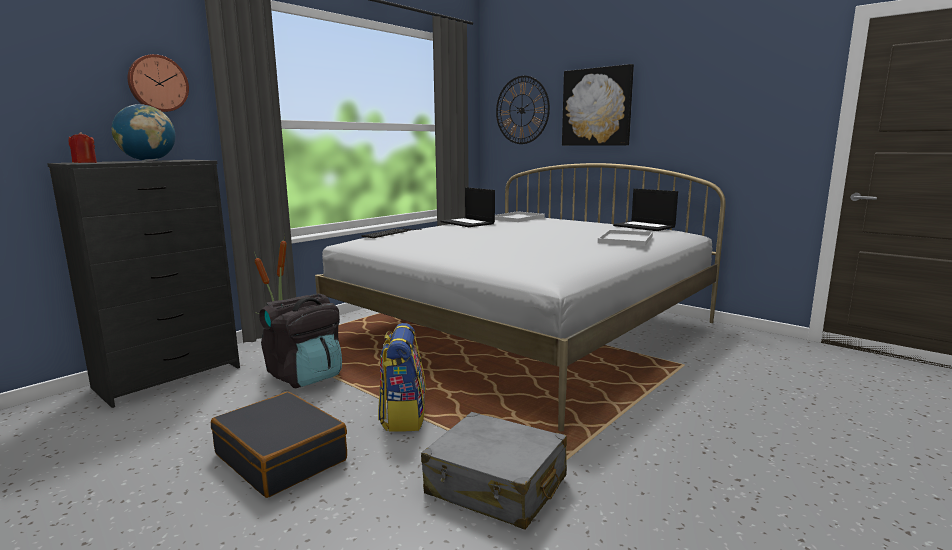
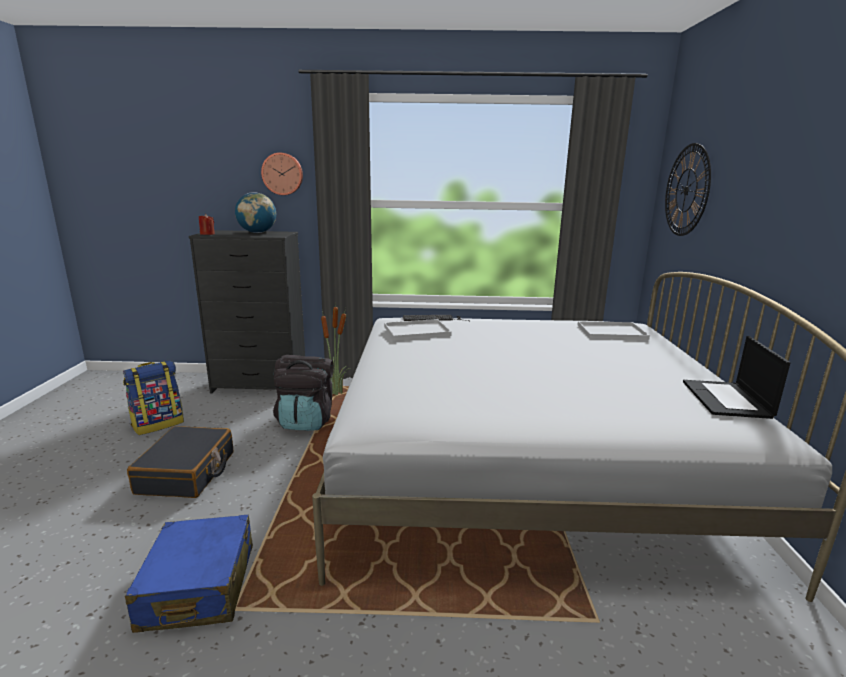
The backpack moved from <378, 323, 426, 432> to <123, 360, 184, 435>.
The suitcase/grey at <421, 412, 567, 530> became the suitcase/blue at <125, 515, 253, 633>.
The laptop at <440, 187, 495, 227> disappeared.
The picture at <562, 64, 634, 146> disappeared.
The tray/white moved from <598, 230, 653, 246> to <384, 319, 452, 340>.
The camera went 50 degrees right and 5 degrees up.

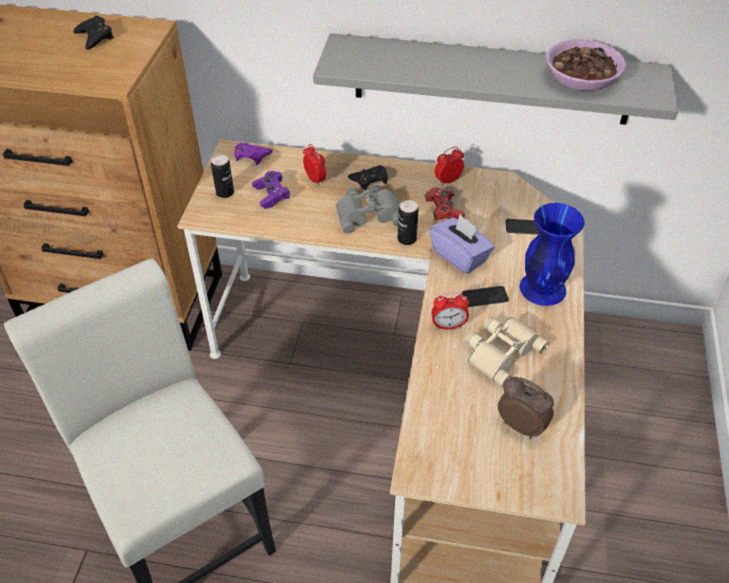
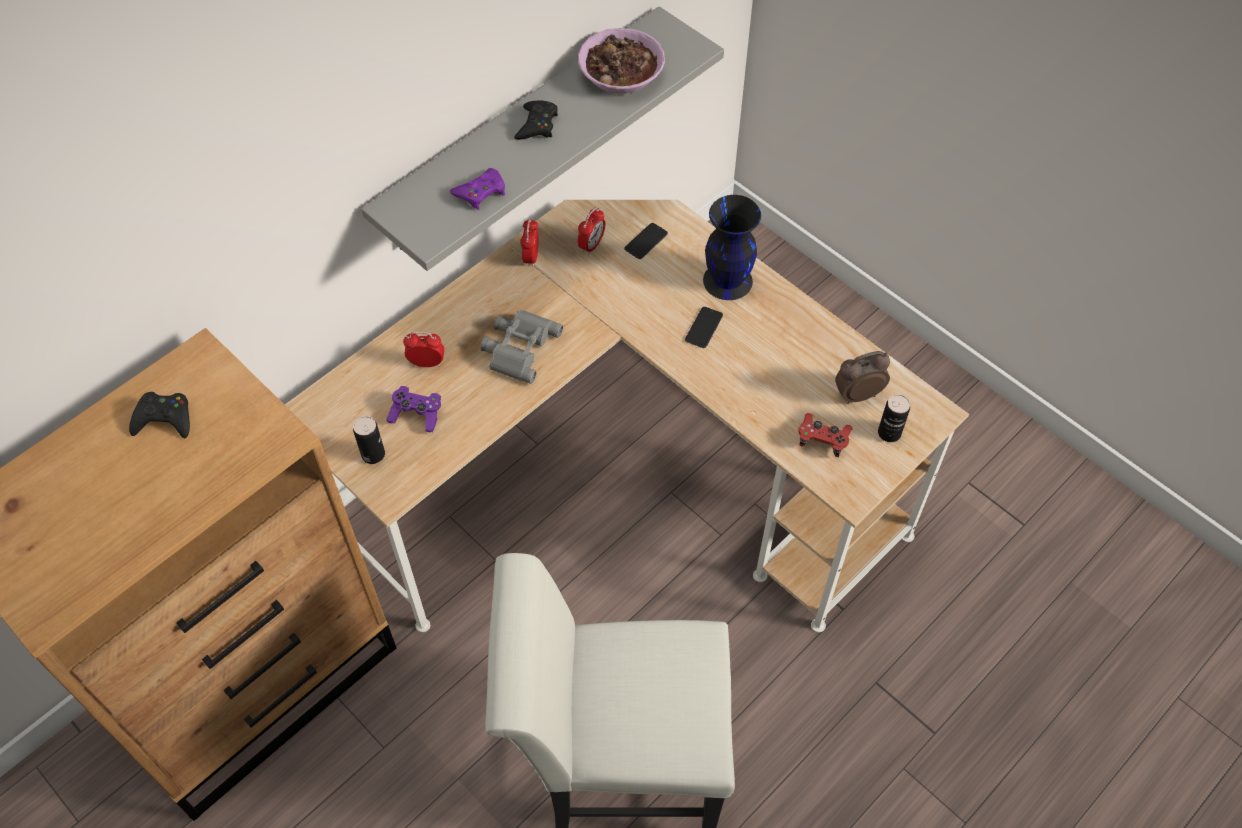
The game controller/purple moved from <234, 143, 273, 165> to <450, 168, 505, 210>.
The game controller/black moved from <348, 165, 388, 190> to <514, 101, 558, 140>.
The can moved from <398, 200, 419, 245> to <878, 394, 910, 442>.
The game controller/red moved from <425, 187, 465, 220> to <798, 413, 853, 457>.
The tissue box/purple at <429, 214, 495, 274> disappeared.
The alarm clock moved from <432, 292, 469, 330> to <578, 207, 605, 255>.
The binoculars/beige at <465, 316, 549, 387> disappeared.
The vase/blue at <520, 203, 584, 306> became the vase/black at <703, 195, 761, 300>.
The camera went 55 degrees left and 10 degrees up.

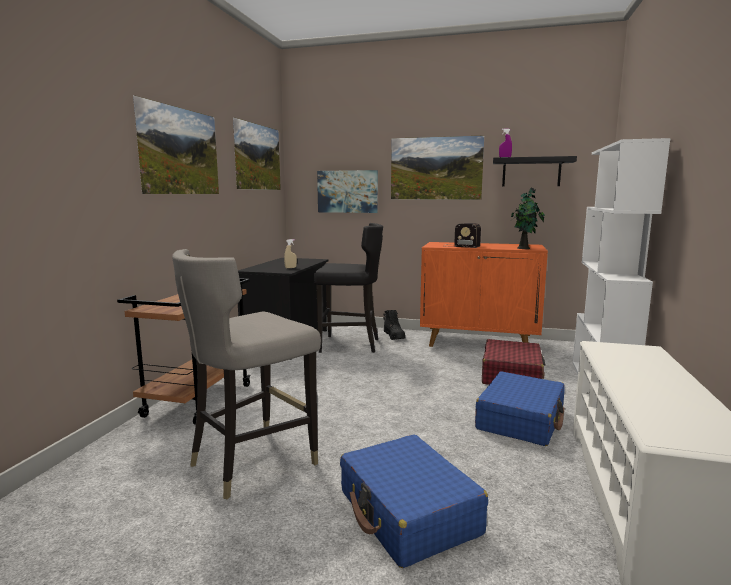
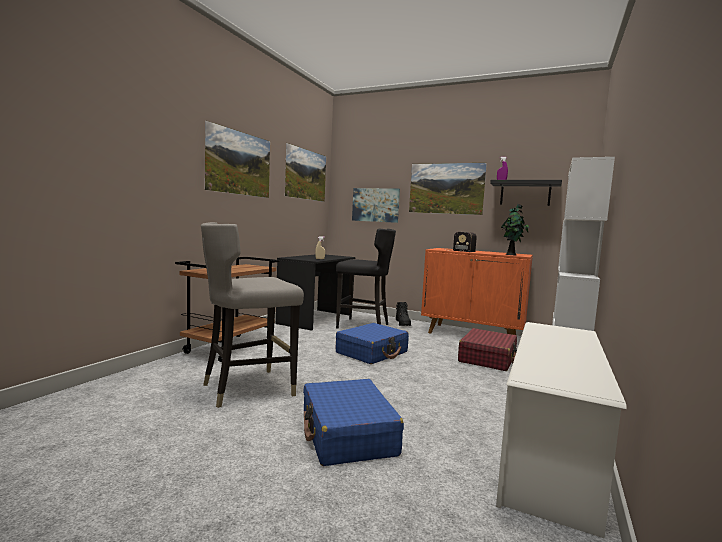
The suitcase/blue moved from <475, 371, 565, 446> to <336, 323, 409, 364>.
The camera went 10 degrees right and 5 degrees down.

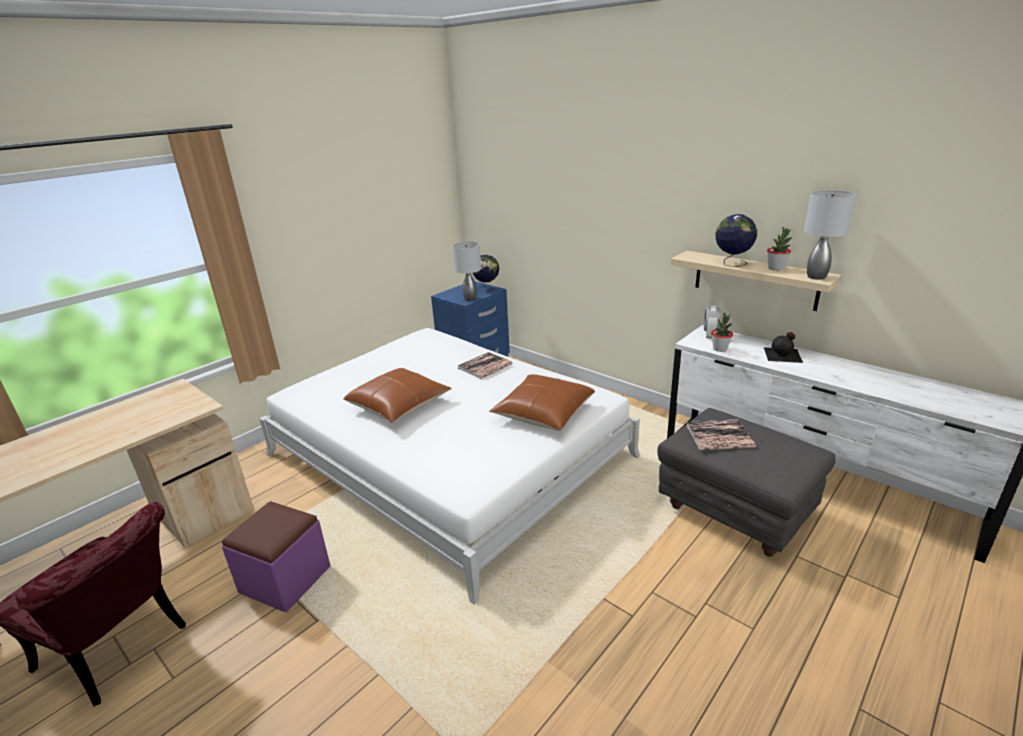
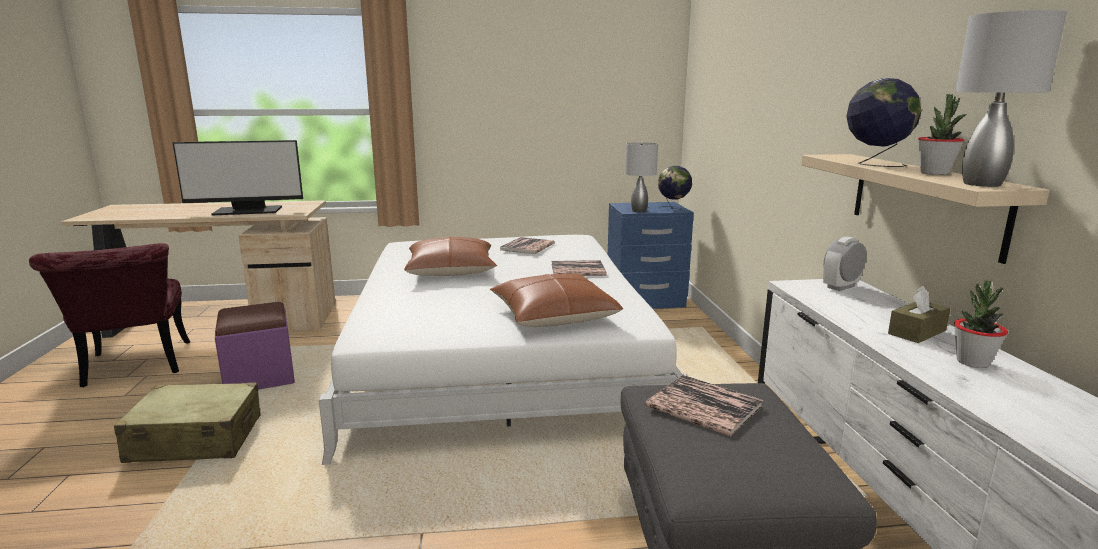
The potted plant moved from <711, 313, 733, 352> to <954, 281, 1008, 368>.
The bottle/black at <764, 332, 803, 363> was replaced by the tissue box/brown at <888, 285, 950, 343>.
The suitcase/beige at <114, 382, 260, 463> appeared.
The monitor at <172, 140, 303, 215> appeared.
The book at <500, 237, 555, 254> appeared.
The camera went 40 degrees right and 10 degrees down.

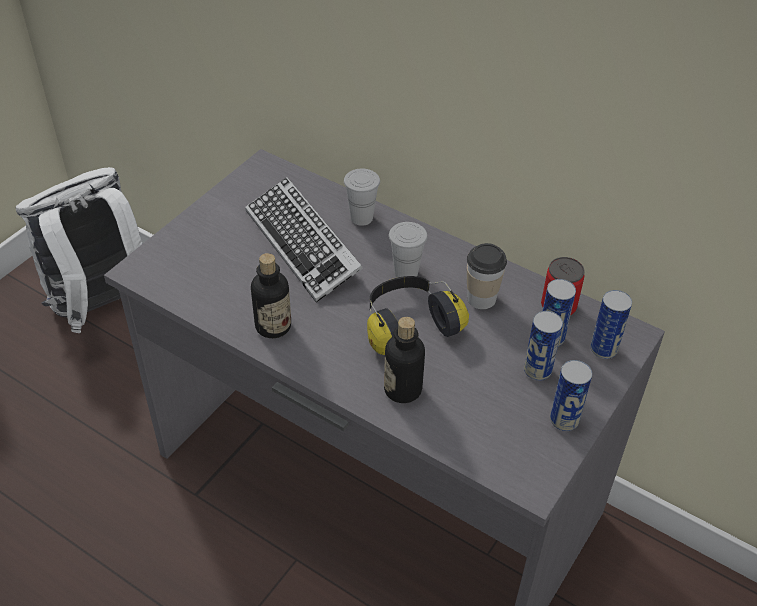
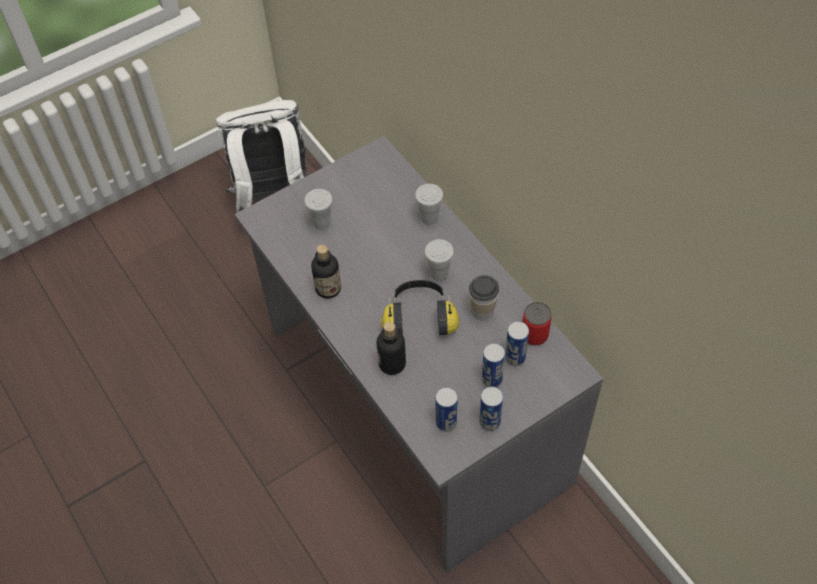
The keyboard at <245, 177, 363, 303> disappeared.
The can moved from <590, 290, 632, 359> to <436, 387, 458, 432>.
The cup/white at <305, 189, 333, 230> appeared.
The camera went 25 degrees right and 10 degrees up.

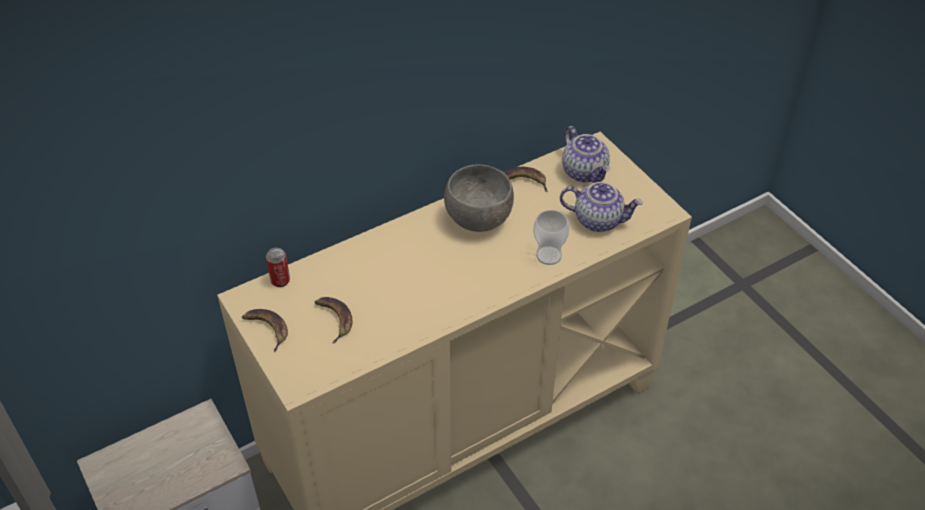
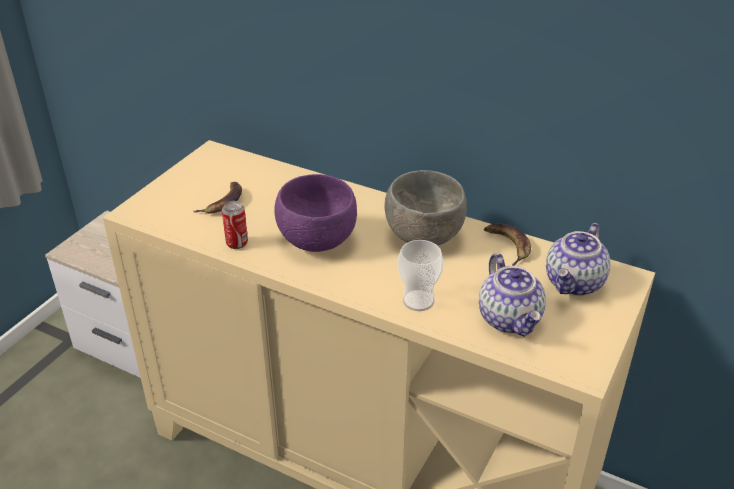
The banana at <242, 309, 288, 352> disappeared.
The can moved from <266, 248, 290, 287> to <222, 201, 248, 249>.
The bowl/purple at <274, 174, 357, 252> appeared.
The camera went 60 degrees right and 10 degrees down.

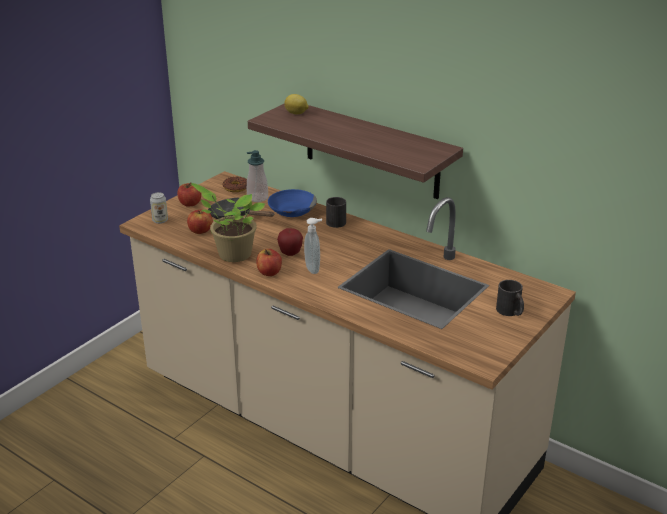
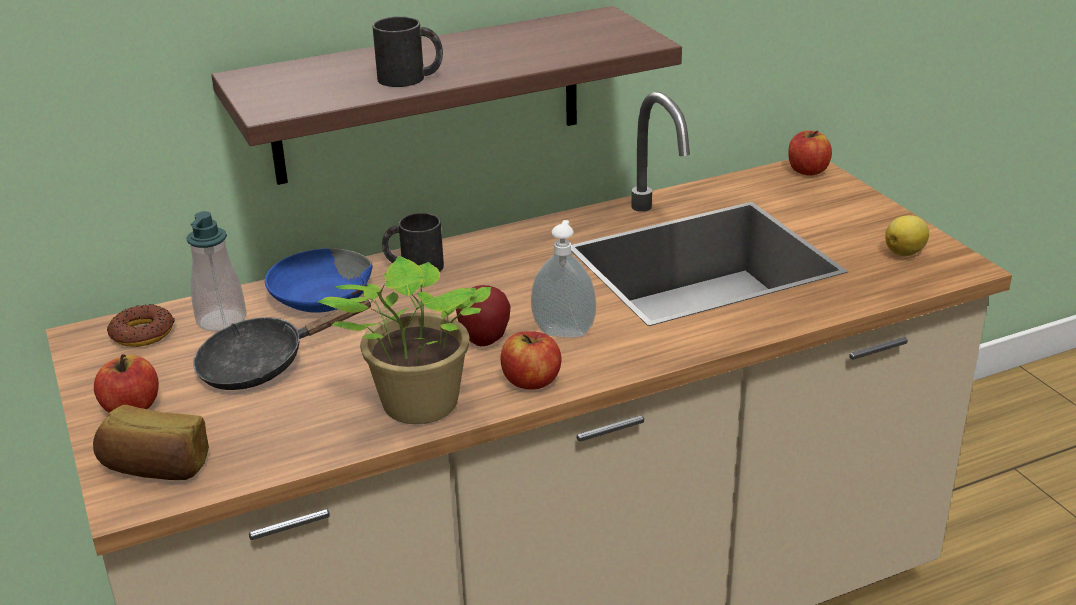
The can at <150, 192, 168, 224> was replaced by the bread at <93, 405, 209, 480>.
The apple moved from <187, 209, 213, 234> to <788, 131, 832, 176>.
The lemon moved from <284, 94, 309, 114> to <885, 215, 929, 256>.
The mug/black moved from <496, 280, 524, 316> to <372, 16, 443, 87>.
The camera went 60 degrees left and 0 degrees up.

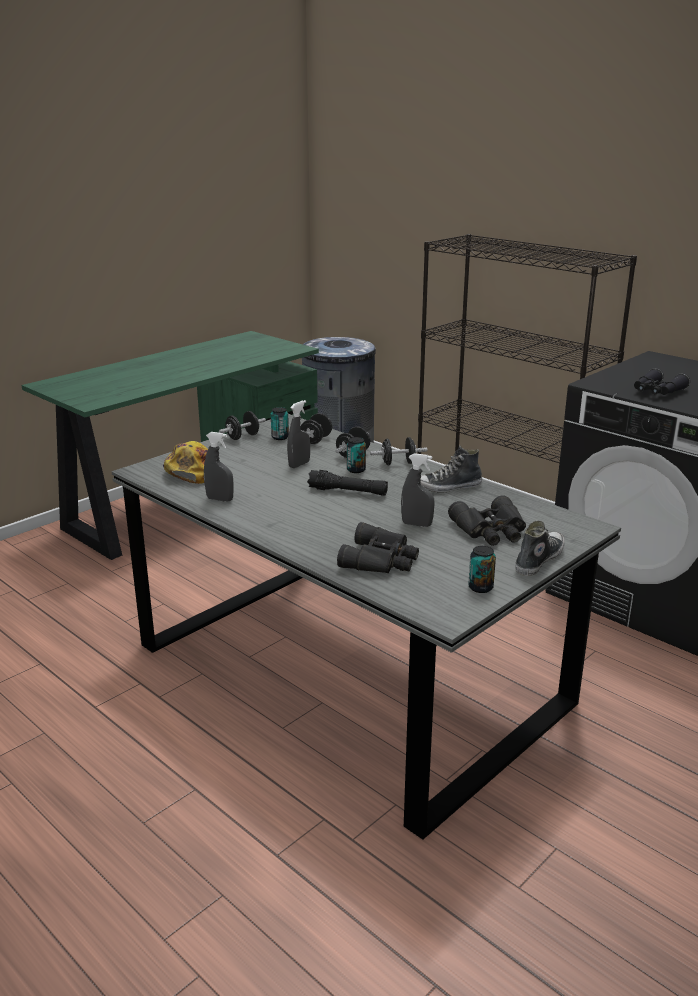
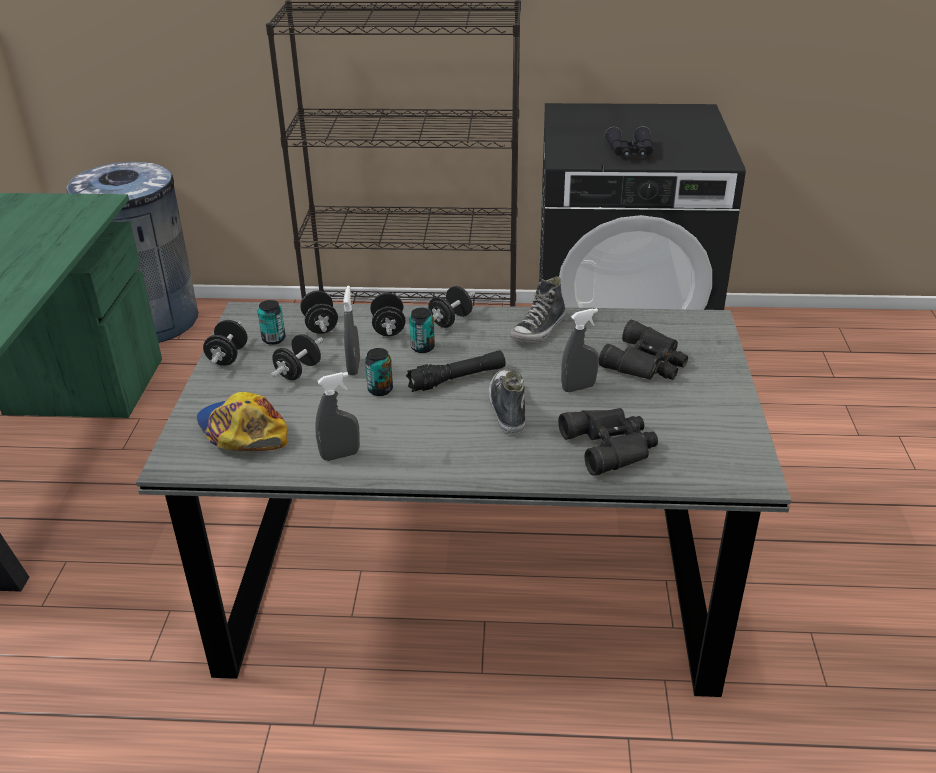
The can moved from <468, 546, 496, 593> to <365, 348, 393, 396>.
The shoe moved from <515, 521, 565, 576> to <489, 369, 525, 434>.
The dumbbell/black at <270, 334, 323, 380> appeared.
The camera went 40 degrees left and 10 degrees up.

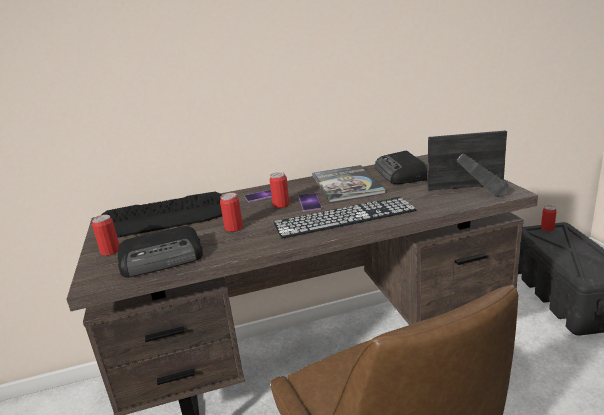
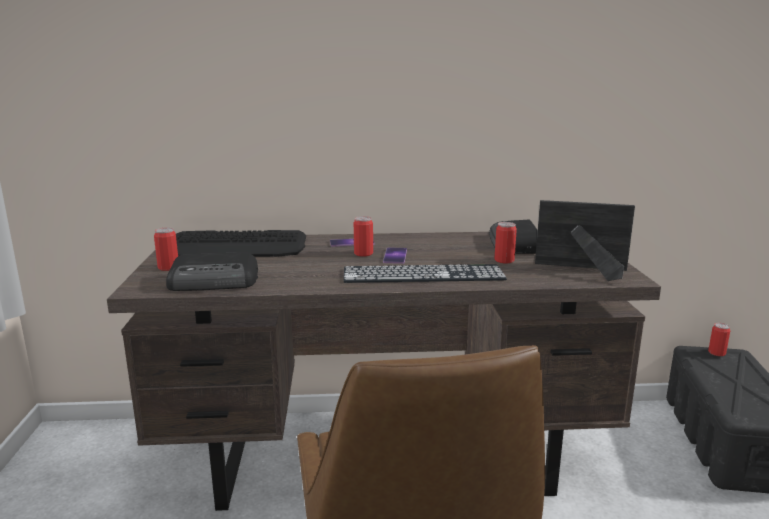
The can moved from <220, 193, 243, 232> to <494, 222, 517, 264>.
The book at <312, 165, 386, 203> disappeared.
The camera went 10 degrees right and 5 degrees down.

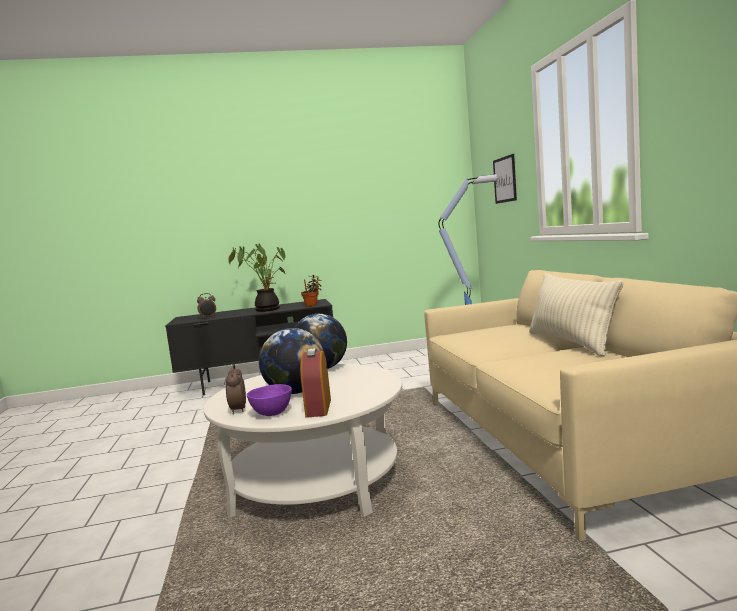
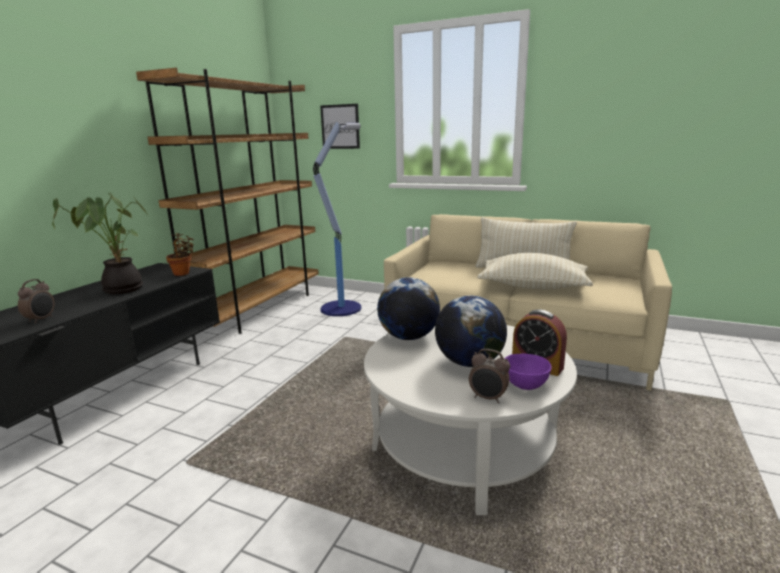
The bookcase/brown at <136, 68, 319, 334> appeared.
The pillow/beige at <477, 253, 593, 289> appeared.
The camera went 55 degrees left and 10 degrees up.

